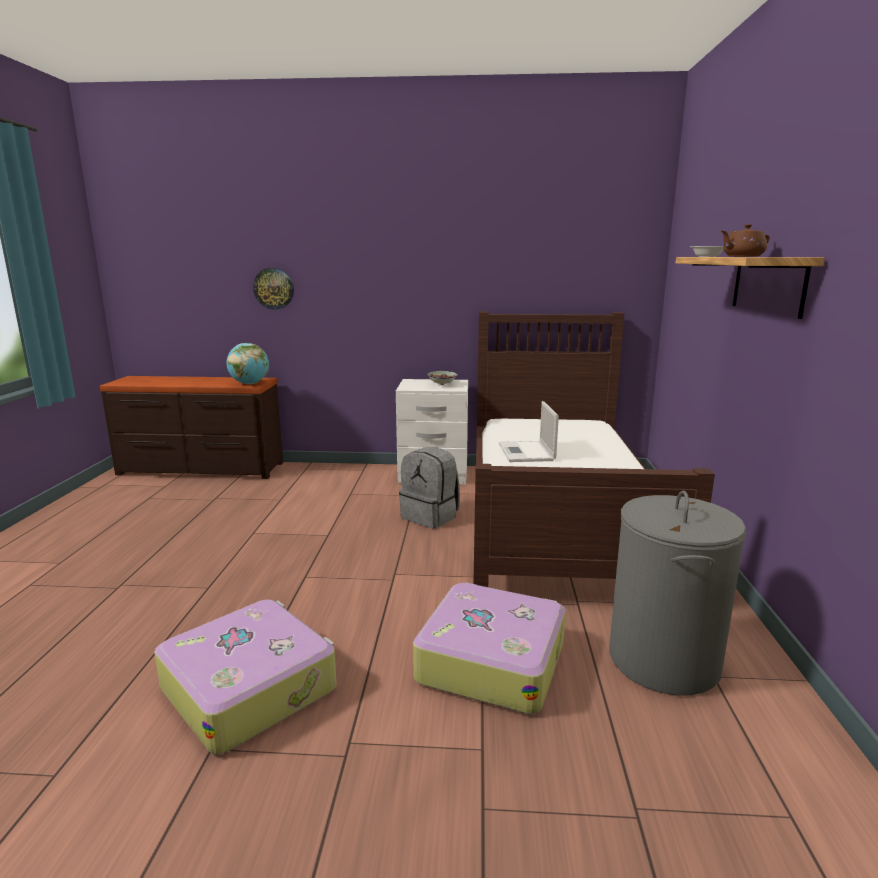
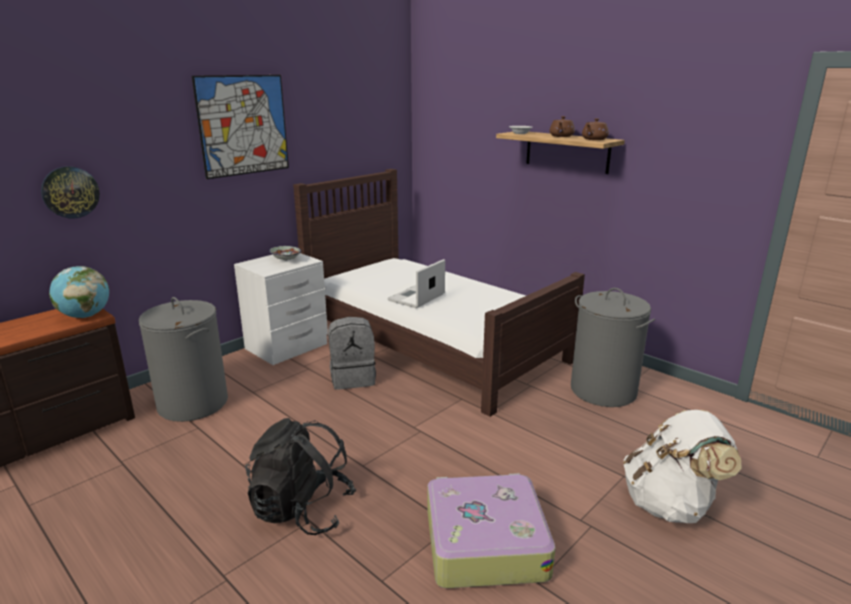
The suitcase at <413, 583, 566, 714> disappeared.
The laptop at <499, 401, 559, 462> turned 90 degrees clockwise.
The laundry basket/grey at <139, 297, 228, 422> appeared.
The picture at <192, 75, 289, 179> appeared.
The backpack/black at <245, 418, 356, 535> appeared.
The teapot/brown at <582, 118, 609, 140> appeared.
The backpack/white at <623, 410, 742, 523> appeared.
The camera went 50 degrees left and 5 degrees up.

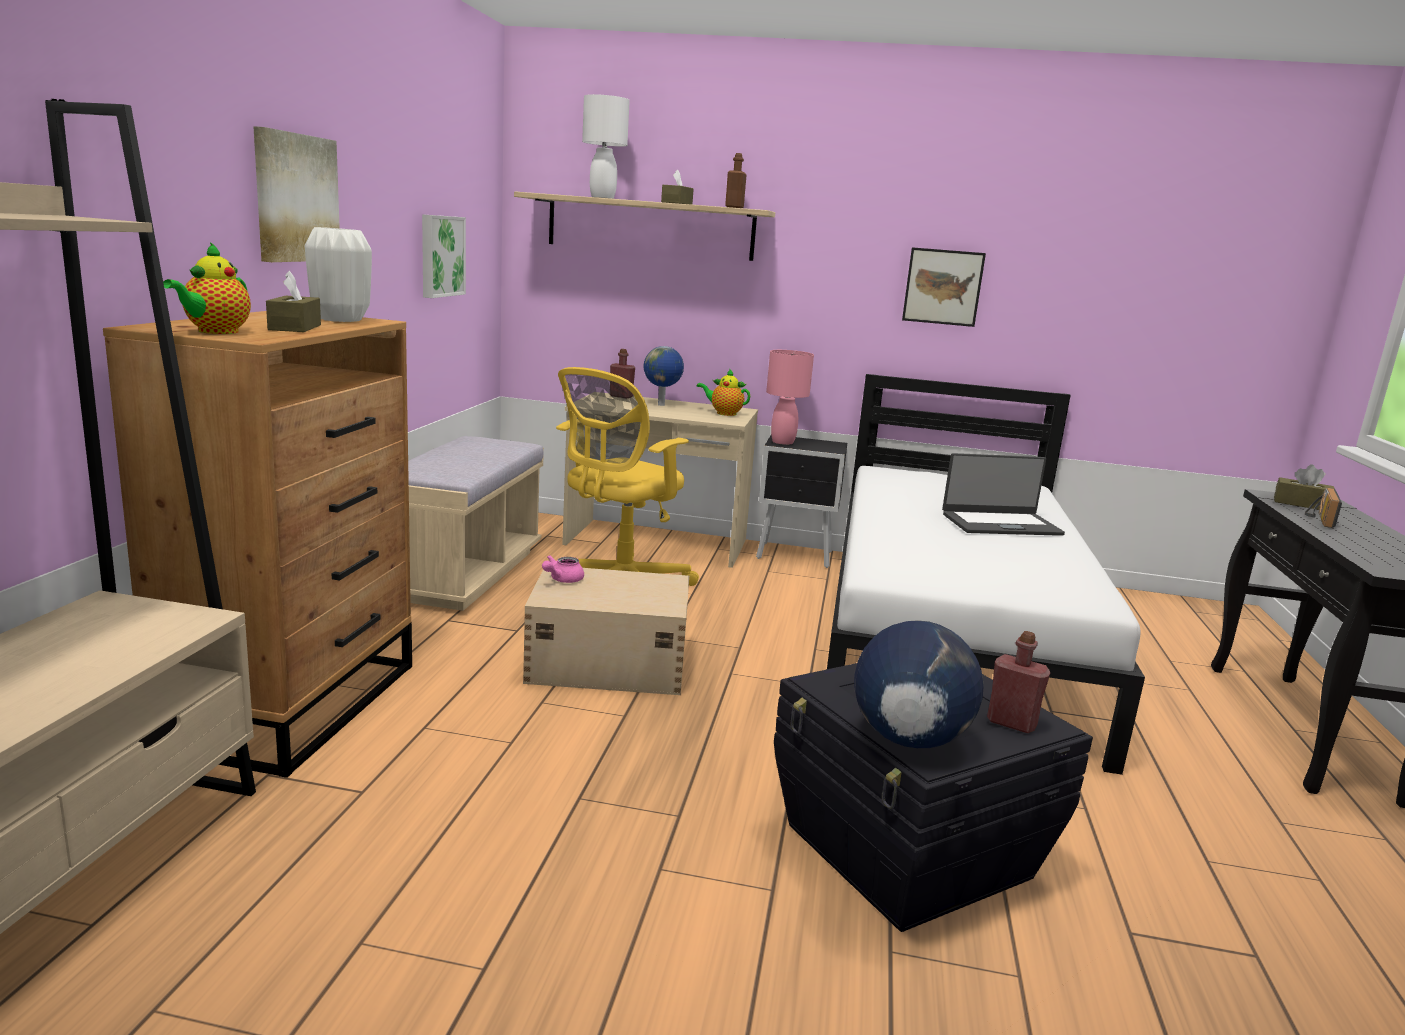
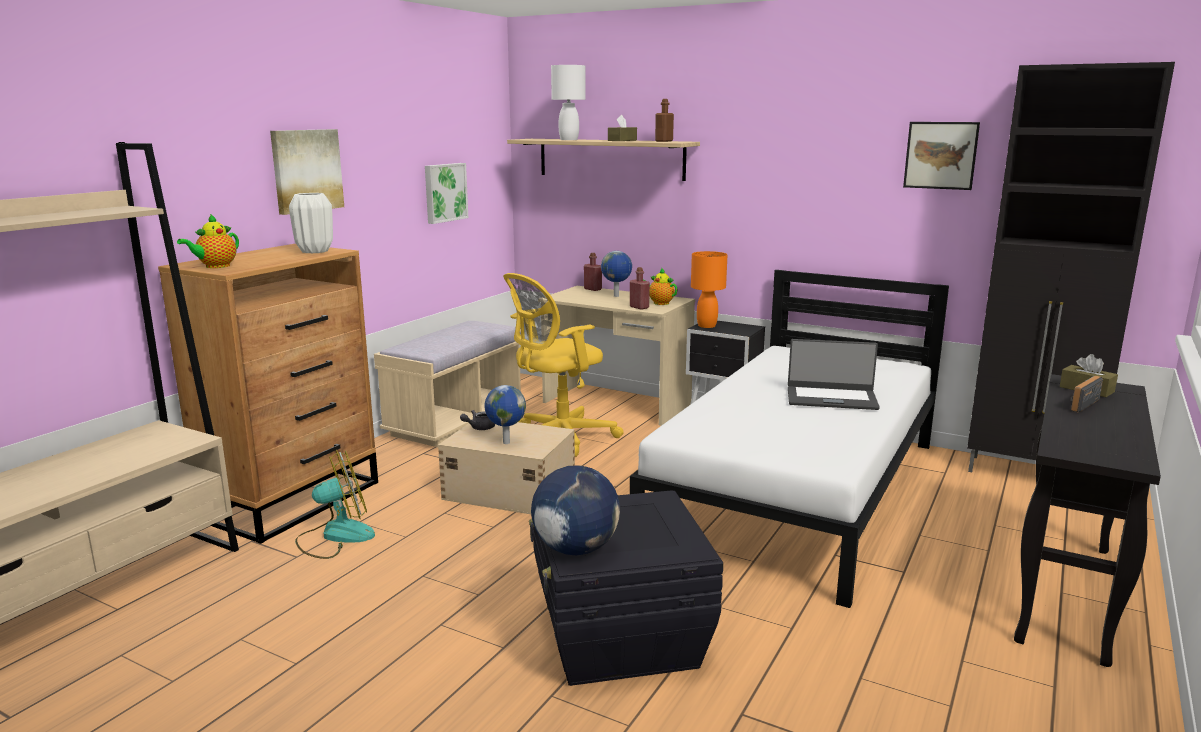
The tissue box/brown at <266, 271, 321, 332> disappeared.
The teapot/pink at <542, 555, 584, 583> became the teapot/grey at <460, 410, 495, 430>.
The table lamp/pink at <766, 350, 814, 445> became the table lamp/orange at <691, 251, 727, 328>.
The picture moved from <902, 247, 986, 327> to <903, 122, 980, 190>.
The bottle/red moved from <987, 631, 1050, 733> to <630, 267, 650, 310>.
The fan at <295, 450, 375, 559> appeared.
The globe at <484, 385, 526, 444> appeared.
The cabinet/black at <967, 62, 1175, 472> appeared.
The camera went 20 degrees right and 0 degrees up.

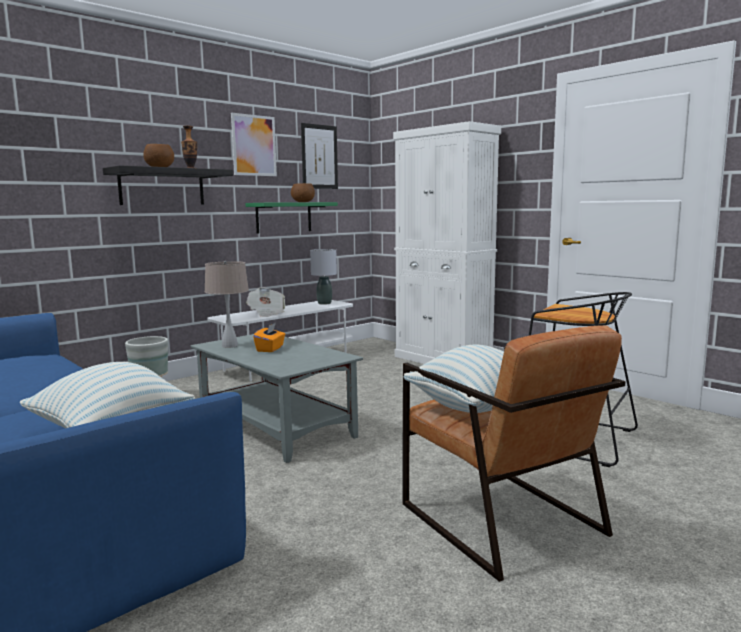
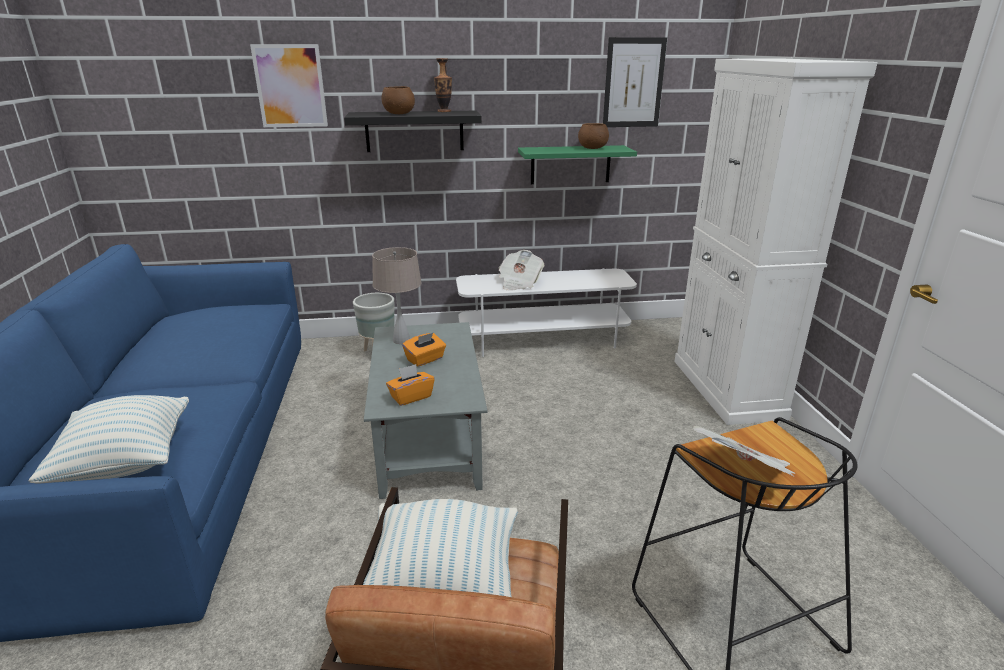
The picture moved from <231, 113, 277, 176> to <250, 44, 328, 127>.
The table lamp/grey at <310, 249, 337, 305> disappeared.
The tissue box/orange at <386, 364, 435, 406> appeared.
The newspaper at <693, 426, 796, 477> appeared.
The camera went 35 degrees right and 15 degrees up.

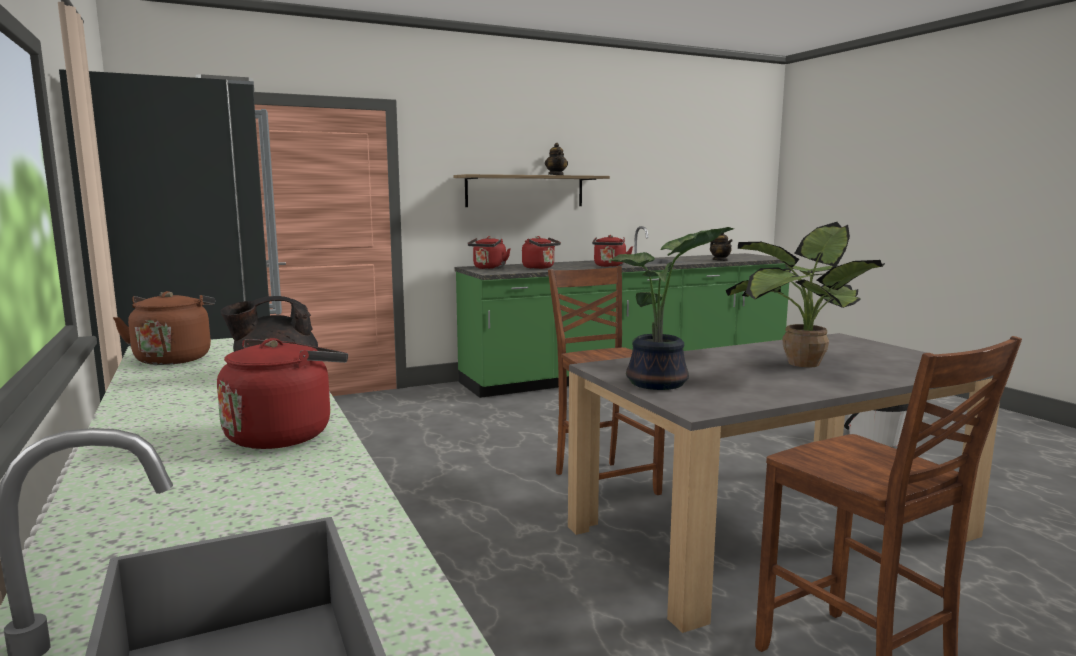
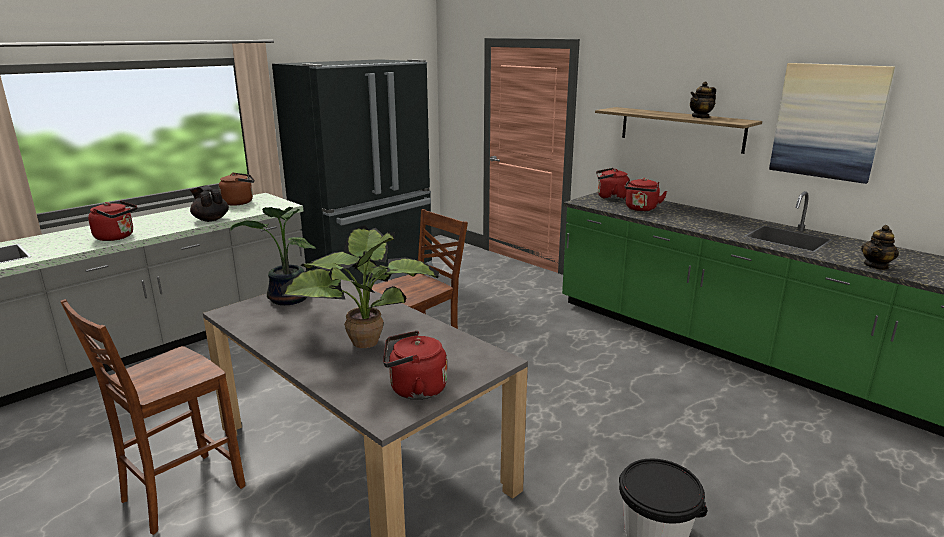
The kettle/red moved from <592, 235, 633, 267> to <383, 331, 447, 400>.
The picture at <769, 63, 895, 184> appeared.
The camera went 70 degrees right and 10 degrees up.

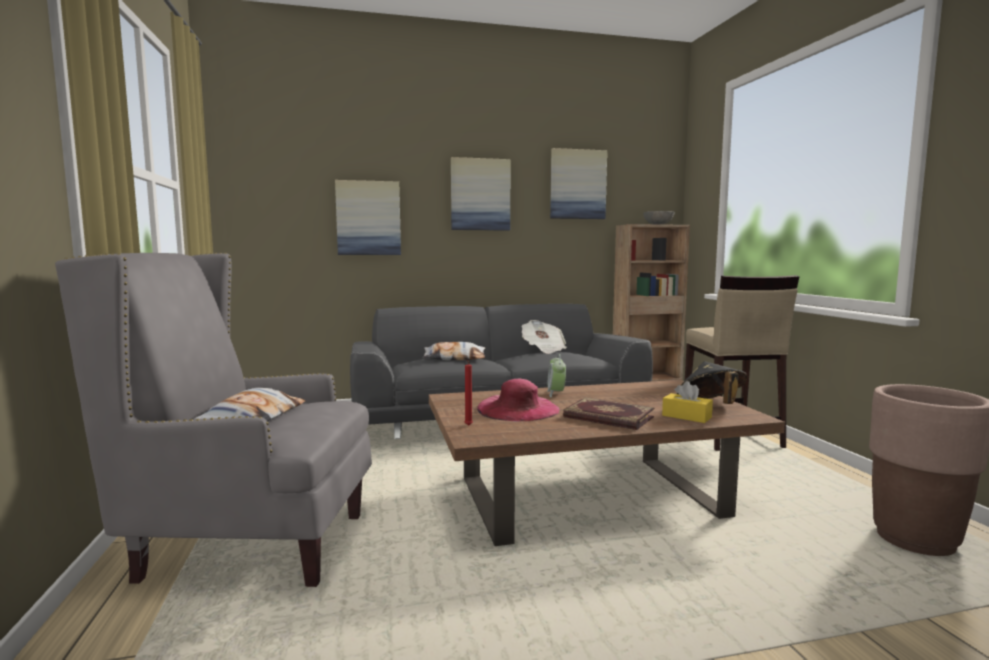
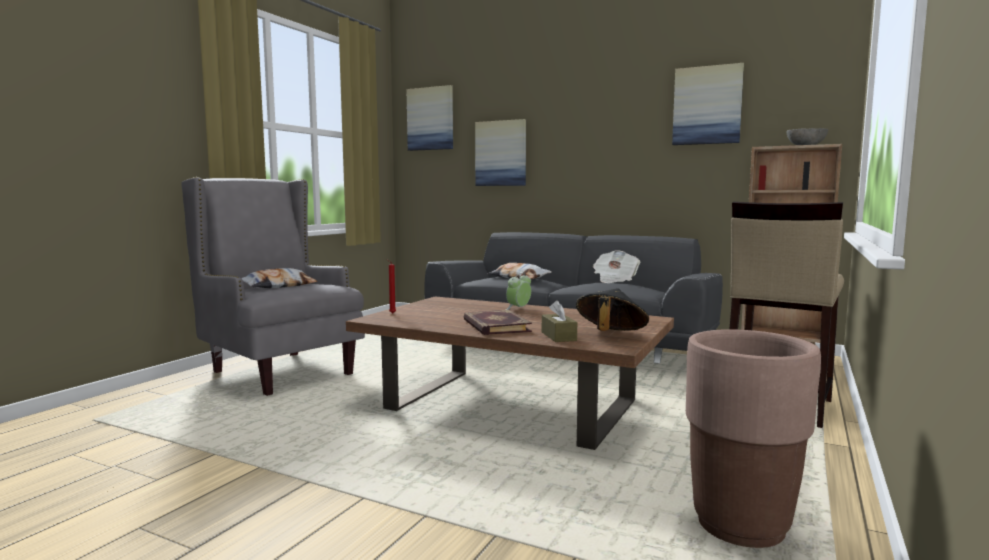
The picture moved from <451, 157, 510, 230> to <406, 85, 453, 151>.
The hat/pink at <477, 379, 560, 421> disappeared.
The tissue box/yellow at <662, 381, 713, 423> became the tissue box/brown at <542, 300, 577, 342>.
The camera went 40 degrees right and 0 degrees up.

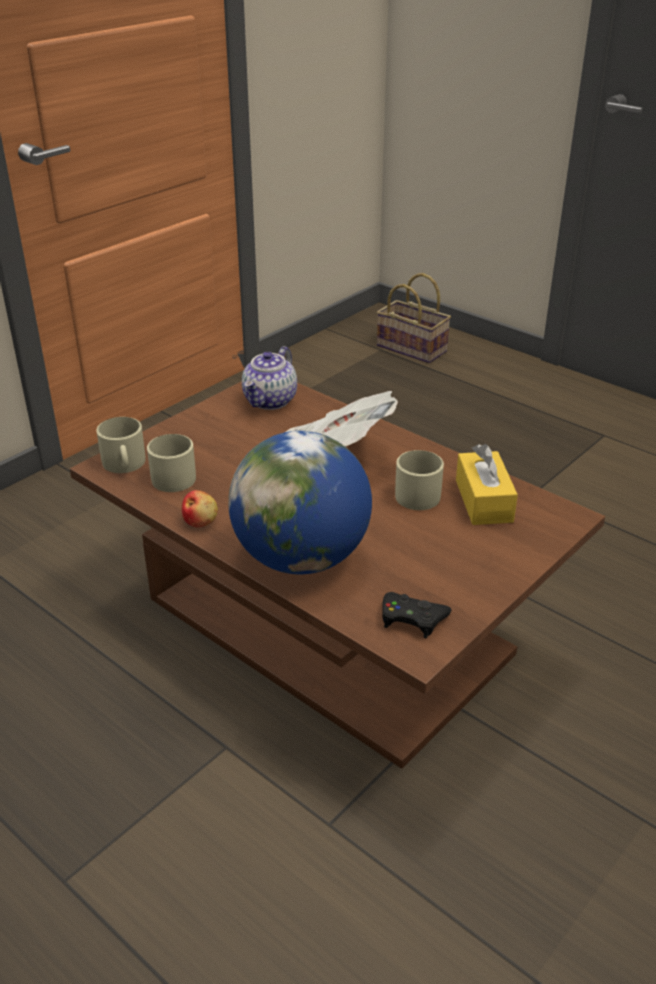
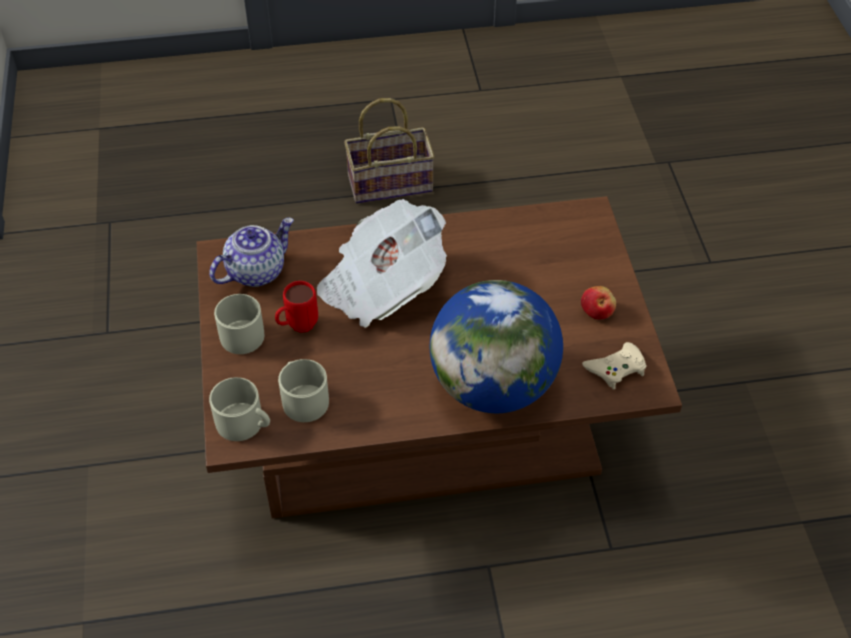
The apple moved from <182, 490, 218, 528> to <581, 286, 616, 320>.
The teapot at <242, 346, 297, 410> turned 105 degrees counterclockwise.
The basket moved from <377, 273, 451, 363> to <344, 98, 435, 204>.
The game controller/black at <382, 592, 452, 638> became the game controller/beige at <582, 342, 647, 390>.
The mug/beige moved from <395, 450, 444, 510> to <214, 294, 264, 354>.
The tissue box/yellow at <456, 444, 518, 525> disappeared.
The mug/red at <275, 281, 318, 333> appeared.
The camera went 50 degrees left and 15 degrees up.

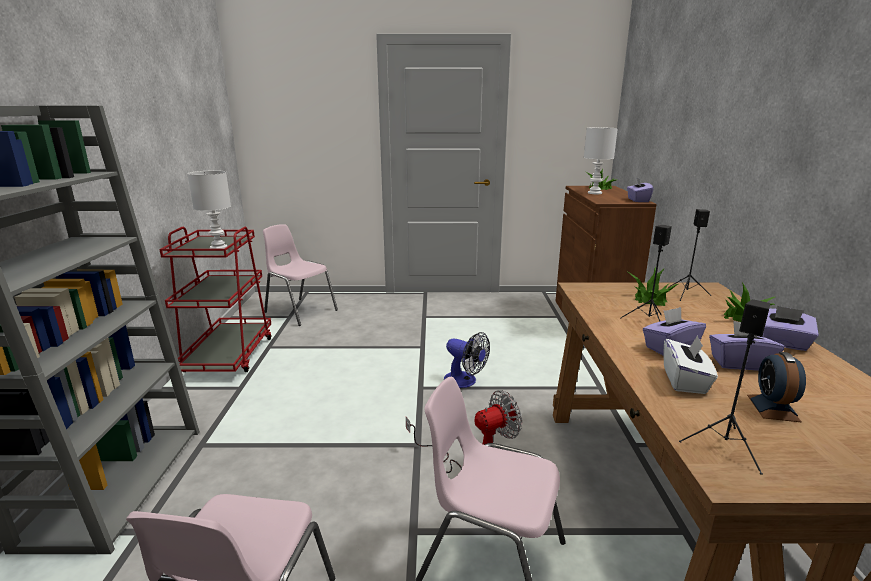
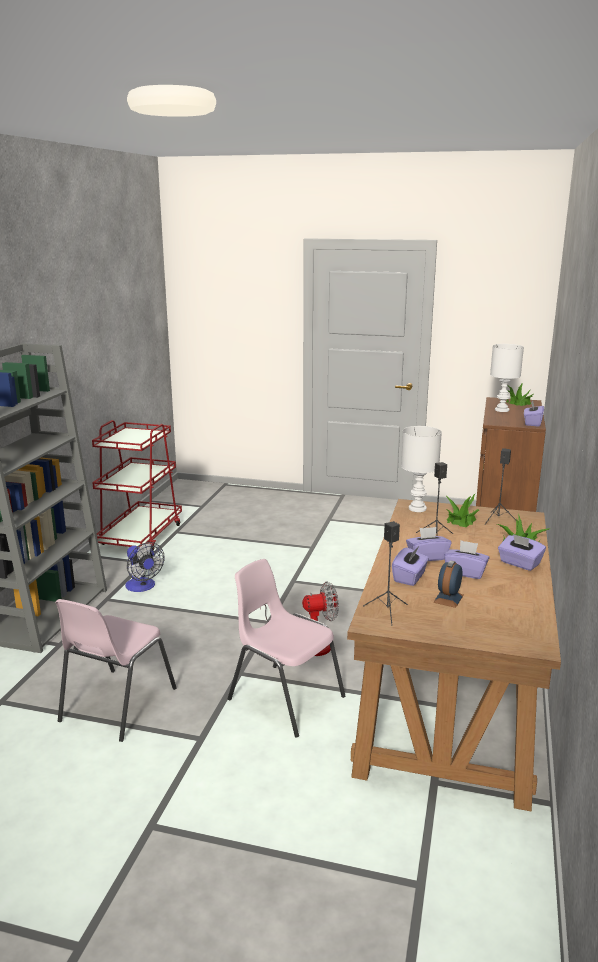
The table lamp/white moved from <187, 170, 231, 249> to <401, 426, 442, 512>.
The chair/pink at <263, 224, 338, 326> disappeared.
The fan moved from <444, 332, 490, 388> to <125, 542, 164, 592>.
The tissue box/white at <663, 335, 718, 394> became the tissue box/purple at <392, 547, 429, 586>.
The camera went 15 degrees right and 0 degrees up.

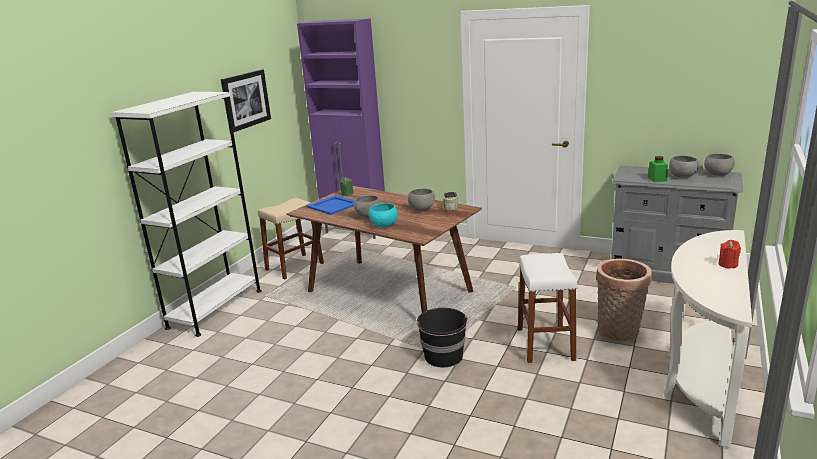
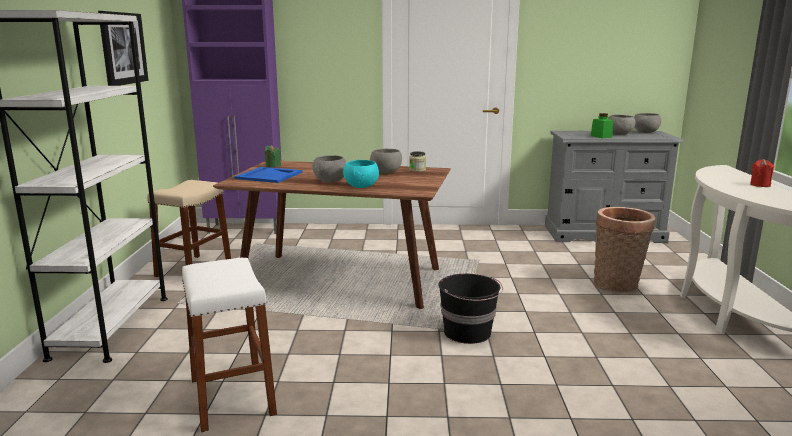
The stool/white moved from <518, 253, 577, 363> to <182, 258, 277, 432>.
The camera went 25 degrees left and 5 degrees down.

